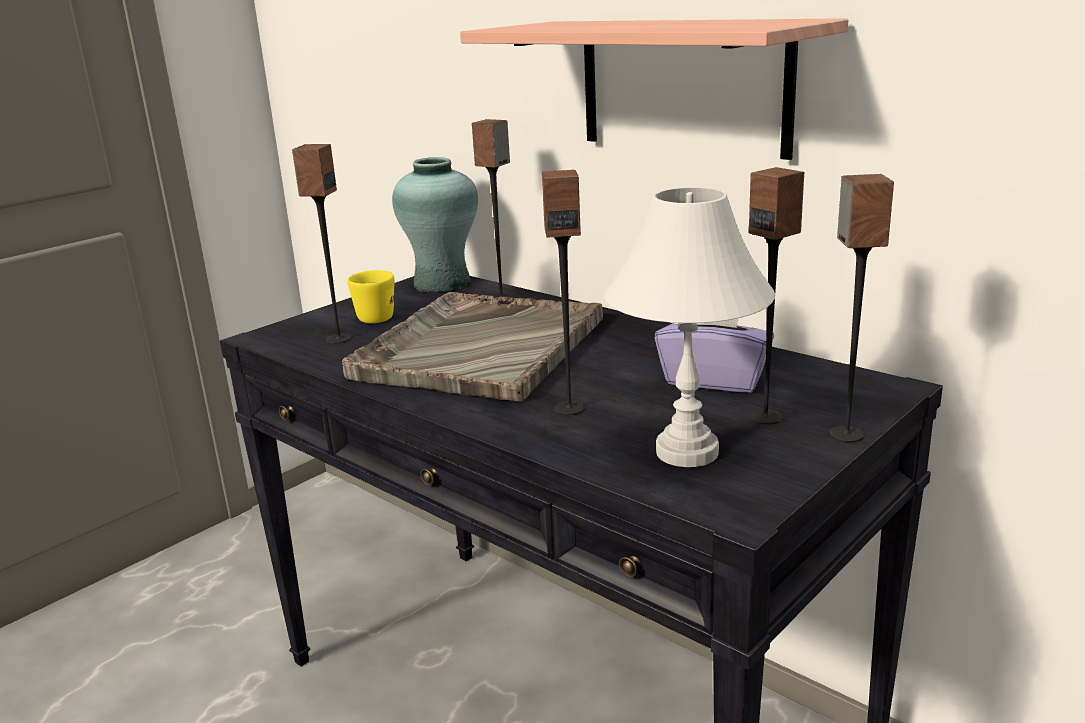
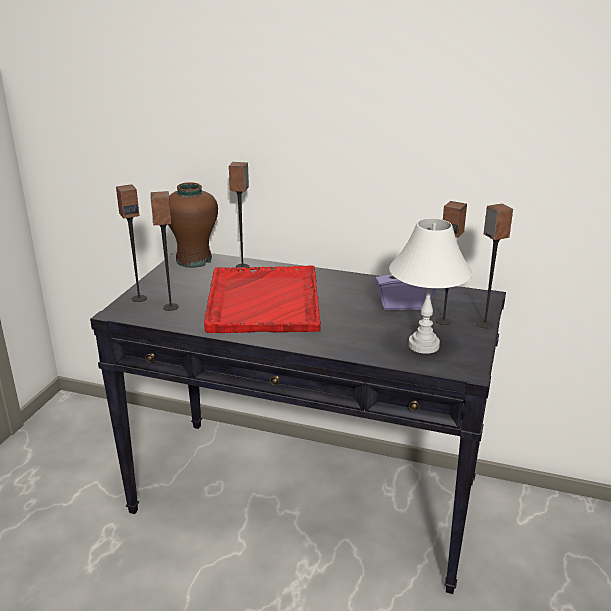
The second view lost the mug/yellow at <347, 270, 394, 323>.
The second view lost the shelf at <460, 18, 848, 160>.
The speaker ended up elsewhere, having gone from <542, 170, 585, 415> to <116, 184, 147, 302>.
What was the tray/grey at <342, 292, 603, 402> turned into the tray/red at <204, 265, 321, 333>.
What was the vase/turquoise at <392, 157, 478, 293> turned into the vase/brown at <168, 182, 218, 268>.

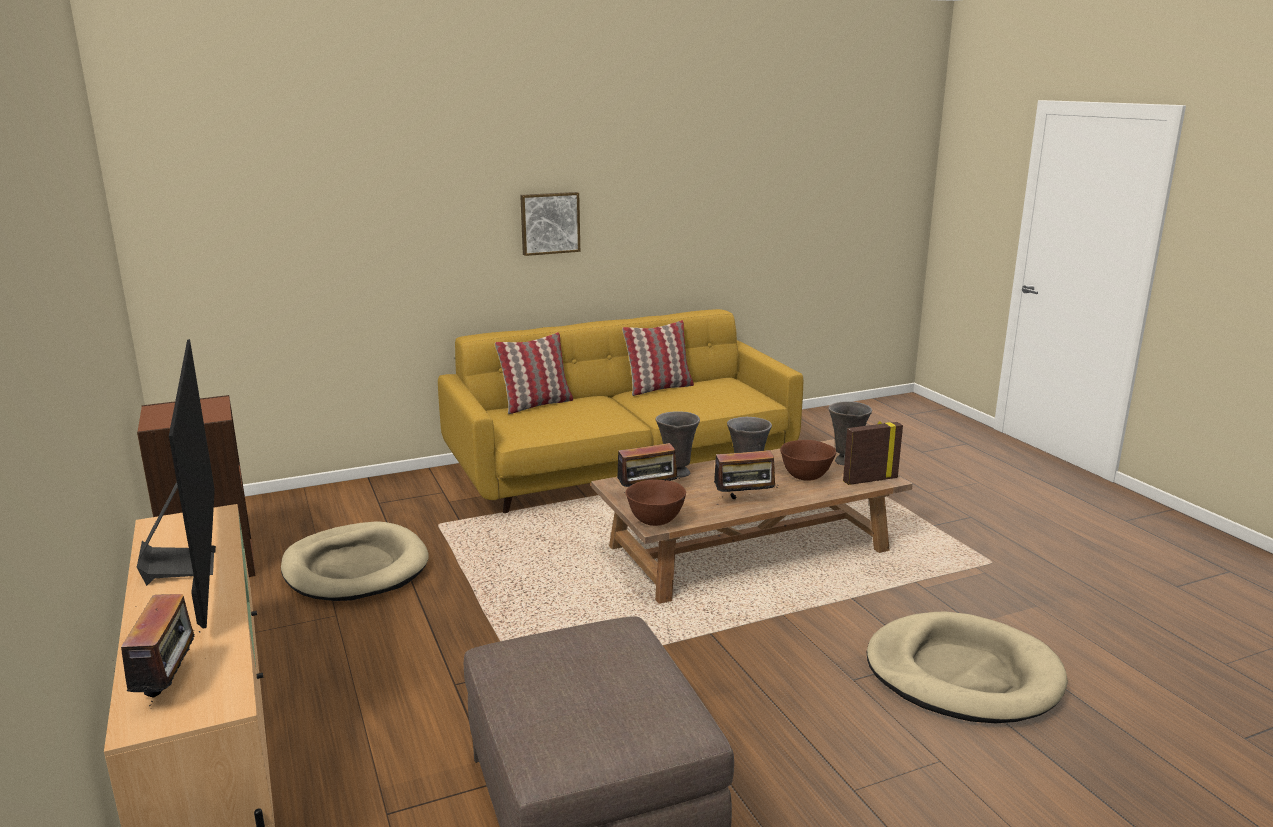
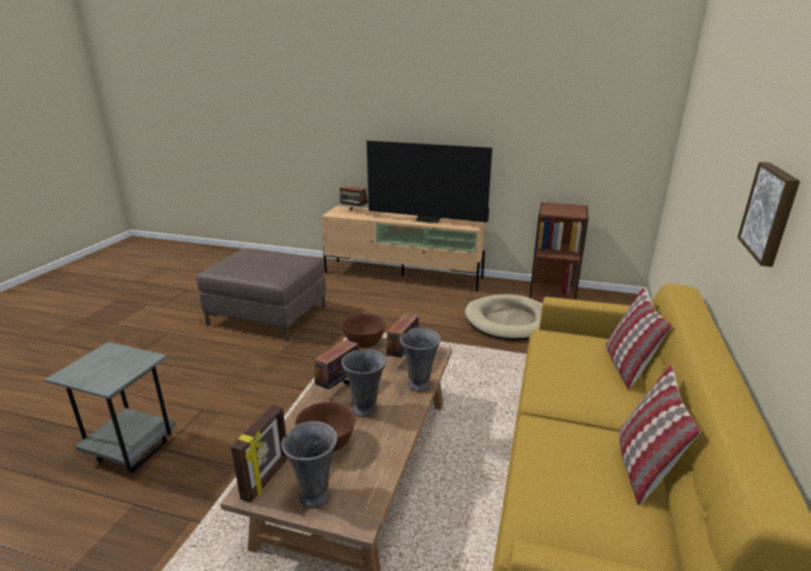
Where the dog bed/beige stood at <867, 612, 1068, 723>, the side table/grey came to stand at <45, 342, 176, 473>.

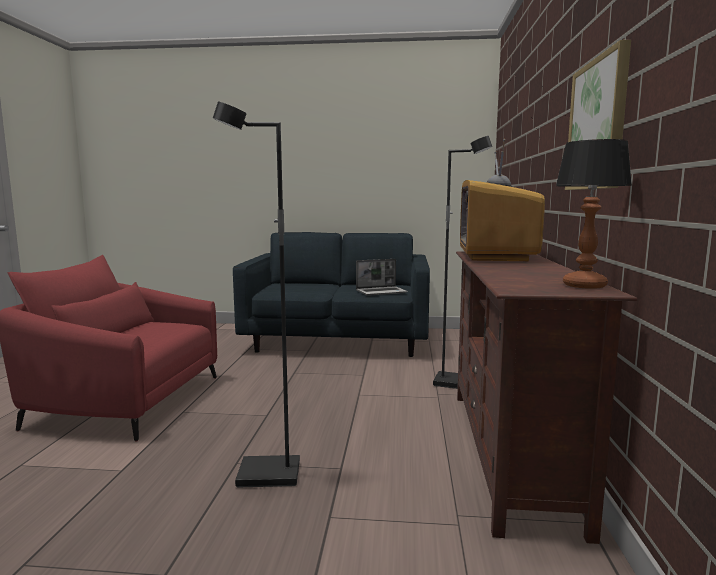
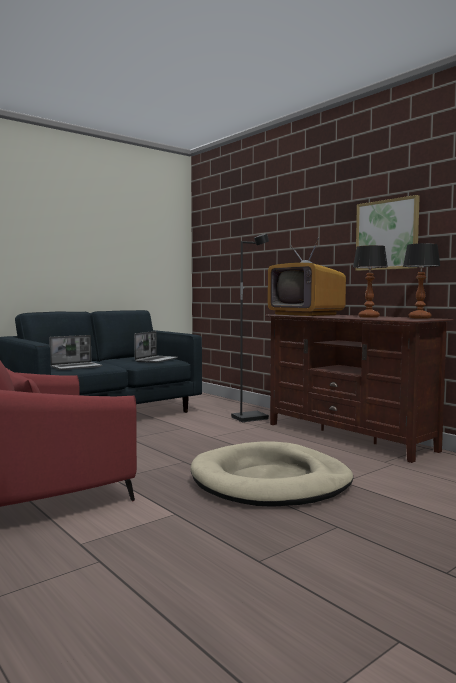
The second view gained the laptop at <49, 335, 103, 370>.
The second view gained the table lamp at <353, 245, 388, 318>.
Where the floor lamp/black stood at <213, 101, 300, 488>, the dog bed/beige came to stand at <190, 441, 353, 507>.

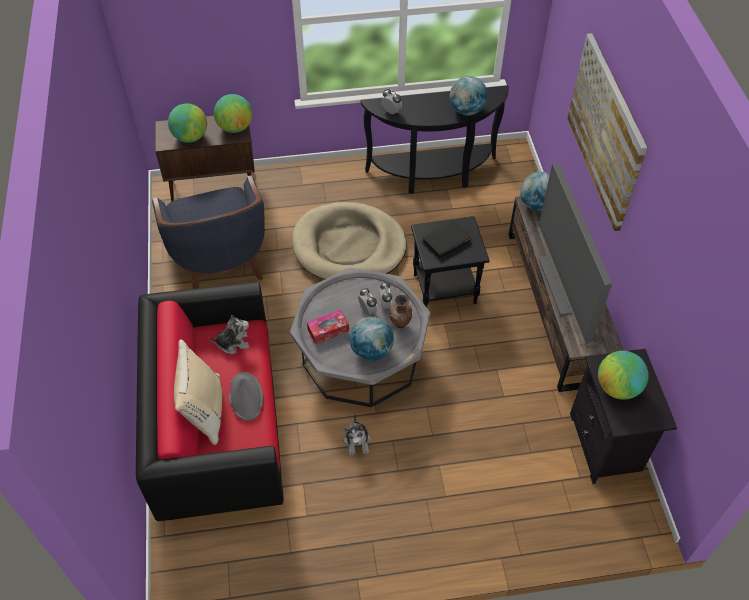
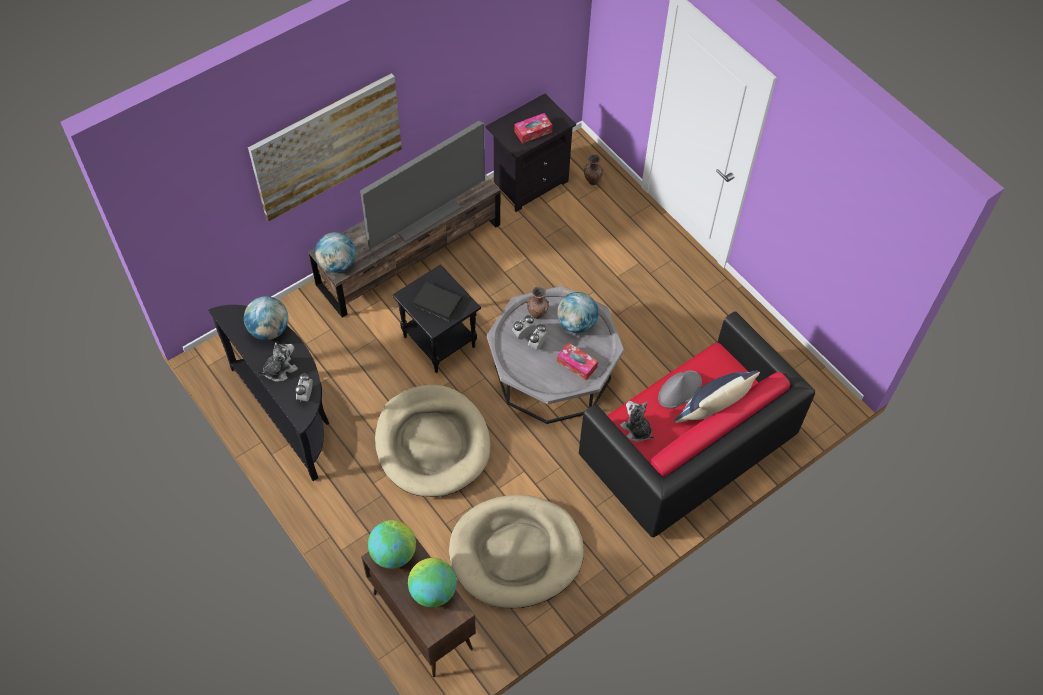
The second view gained the vase/brown at <584, 154, 603, 185>.
The plush toy ended up elsewhere, having gone from <343, 415, 371, 455> to <257, 343, 298, 382>.
Where the armchair/blue stood at <152, 175, 265, 289>, the dog bed/beige came to stand at <449, 495, 584, 608>.
Where the globe stood at <598, 351, 649, 400>, the tissue box came to stand at <515, 113, 552, 144>.
What was the pillow/beige at <174, 339, 222, 445> turned into the pillow/blue at <675, 371, 760, 423>.

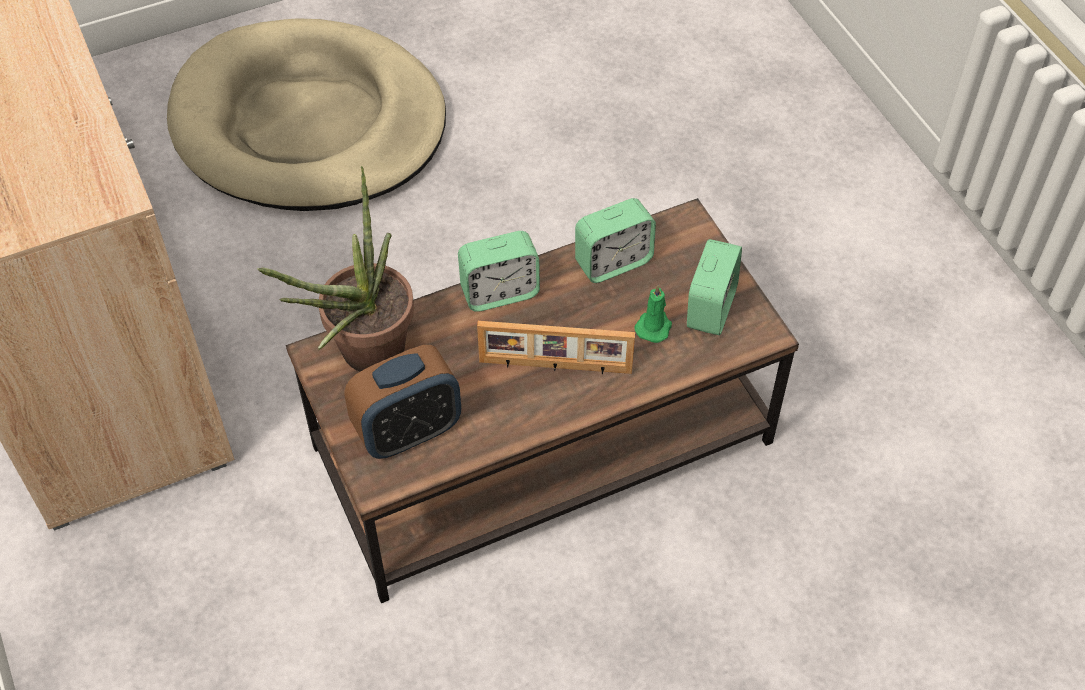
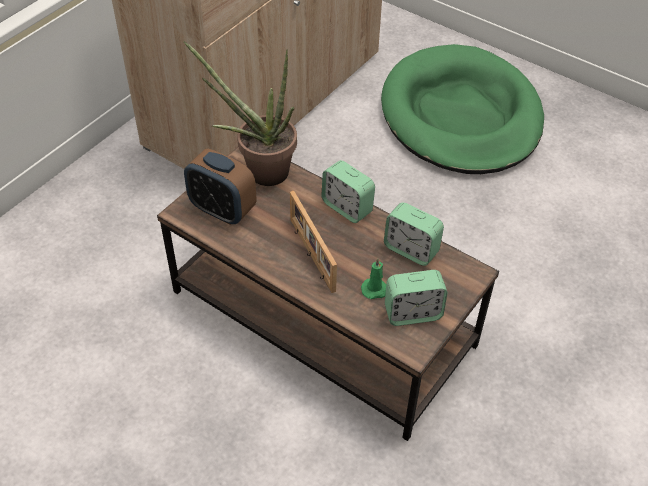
What was the dog bed/beige at <167, 18, 446, 211> turned into the dog bed/green at <381, 44, 544, 174>.

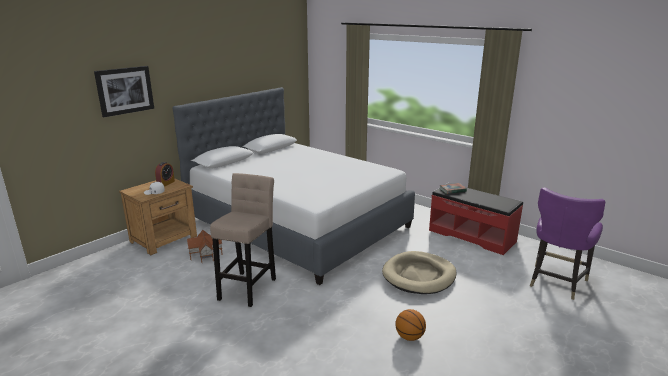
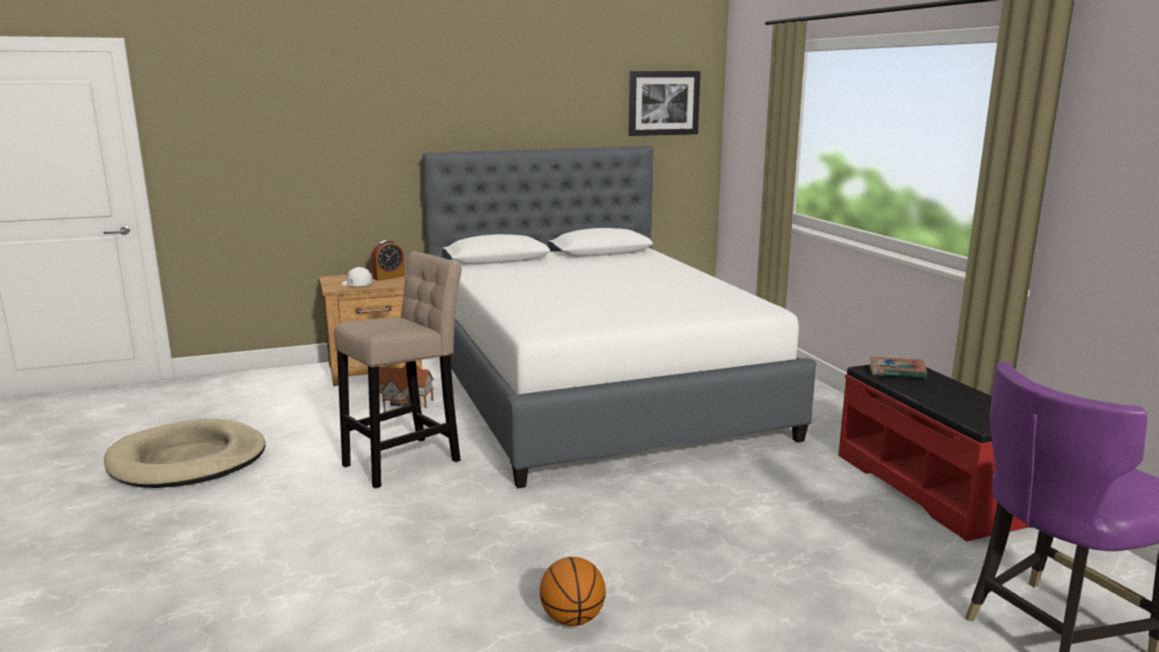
The picture ended up elsewhere, having gone from <94, 66, 154, 117> to <628, 71, 701, 136>.
The dog bed/beige ended up elsewhere, having gone from <382, 251, 457, 294> to <104, 419, 265, 488>.

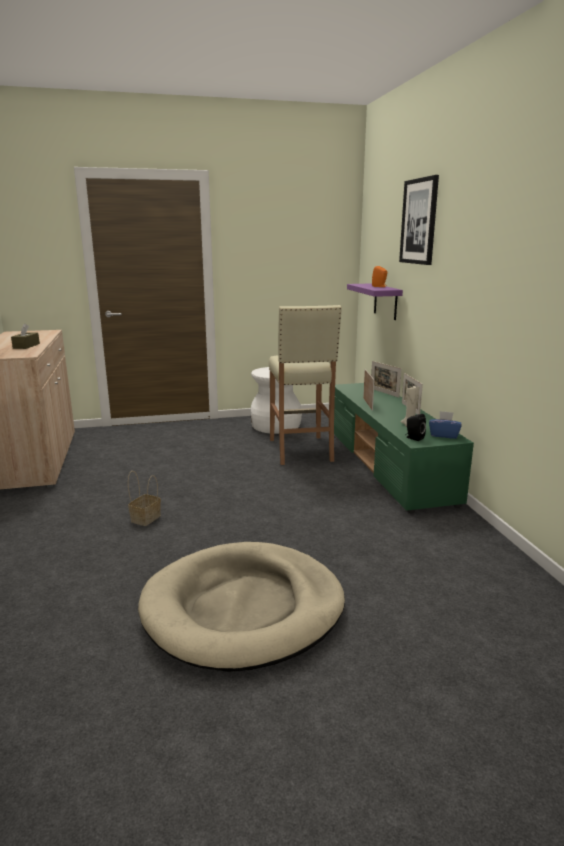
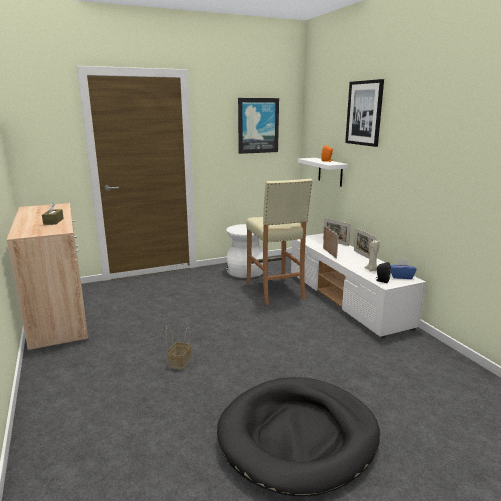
The second view gained the picture at <238, 98, 279, 154>.
What was the dog bed/beige at <138, 542, 345, 672> turned into the dog bed/black at <217, 377, 380, 496>.
What was the tv stand/green at <334, 383, 474, 513> turned into the tv stand/white at <291, 234, 426, 338>.
What was the shelf/purple at <347, 283, 403, 320> turned into the shelf/white at <298, 158, 348, 187>.

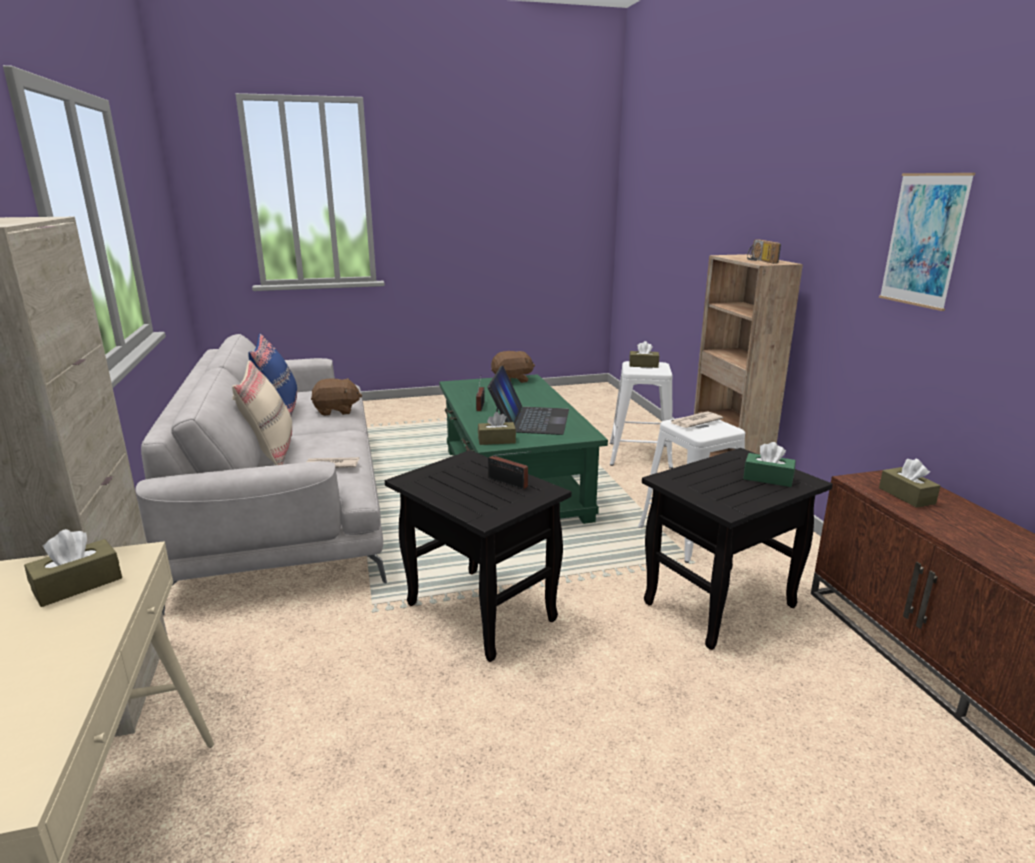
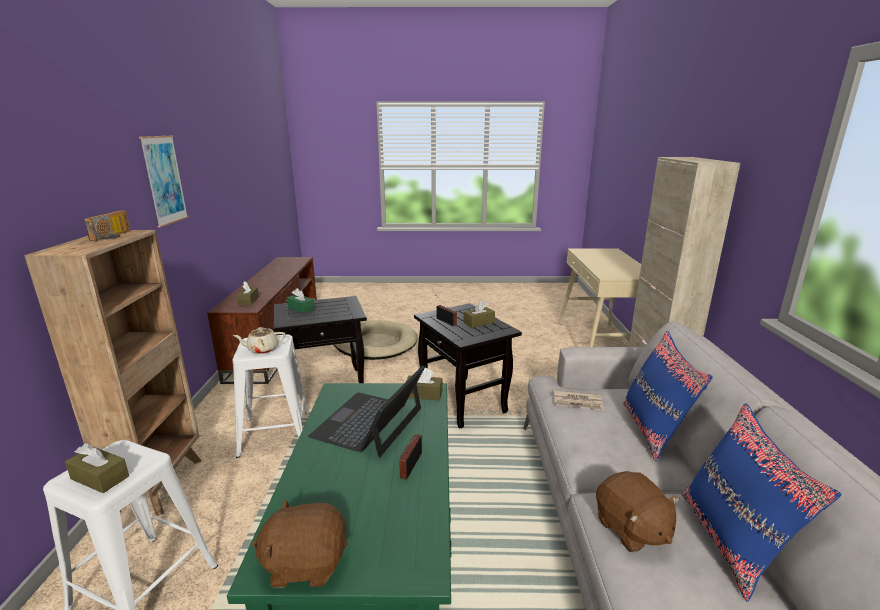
The second view gained the dog bed/beige at <334, 320, 417, 360>.
The tissue box/brown ended up elsewhere, having gone from <24, 529, 122, 607> to <464, 301, 495, 328>.
Where the newspaper stood at <670, 411, 723, 428>, the teapot/beige came to stand at <233, 327, 286, 354>.
What was the pillow/beige at <232, 360, 292, 465> turned into the pillow/blue at <623, 331, 713, 461>.
The plush toy/brown at <311, 378, 362, 416> ended up facing another way, 120 degrees counterclockwise from before.

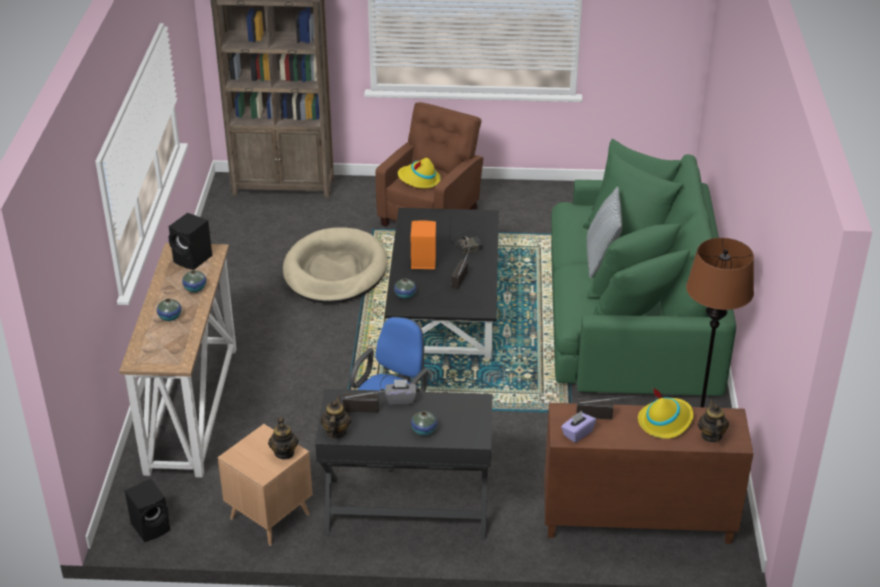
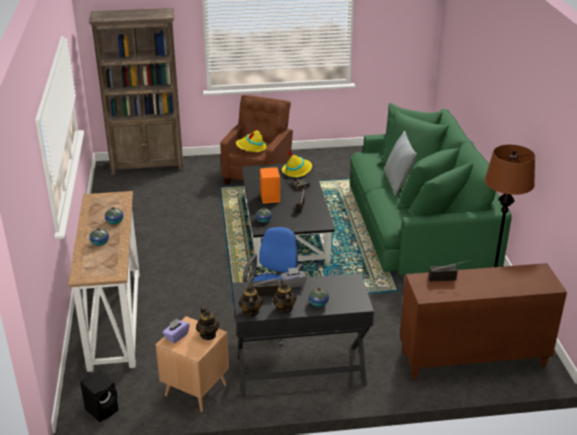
The second view lost the speaker/black at <168, 213, 212, 270>.
The second view lost the dog bed/beige at <283, 228, 387, 304>.
The tissue box/purple ended up elsewhere, having gone from <561, 411, 596, 443> to <162, 318, 190, 344>.
The hat/yellow ended up elsewhere, having gone from <638, 387, 694, 439> to <282, 150, 312, 177>.
The teapot ended up elsewhere, having gone from <698, 399, 729, 443> to <273, 280, 297, 314>.

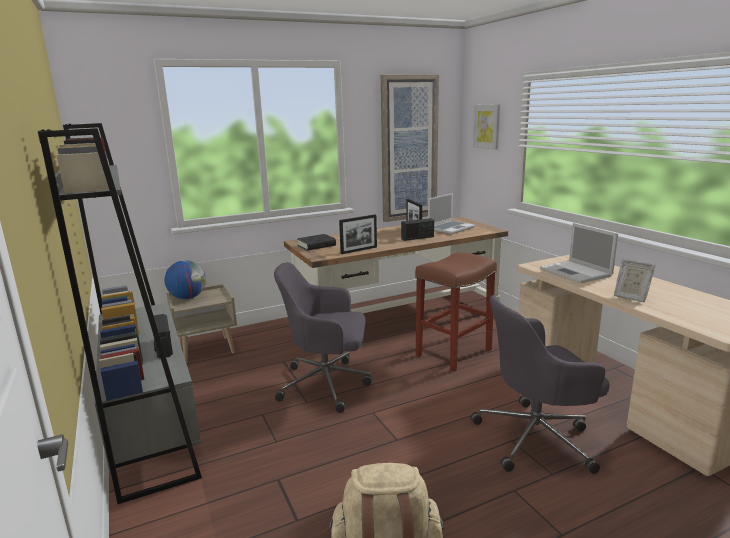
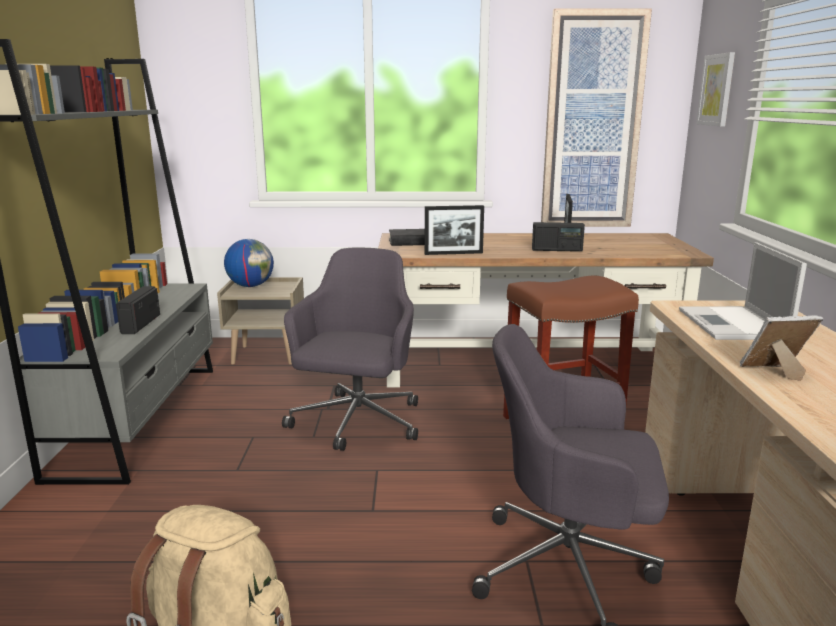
The second view lost the laptop at <428, 193, 475, 234>.
The office chair/grey at <274, 262, 372, 413> ended up facing another way, 75 degrees clockwise from before.
The picture frame at <614, 259, 655, 302> ended up facing another way, 105 degrees clockwise from before.

